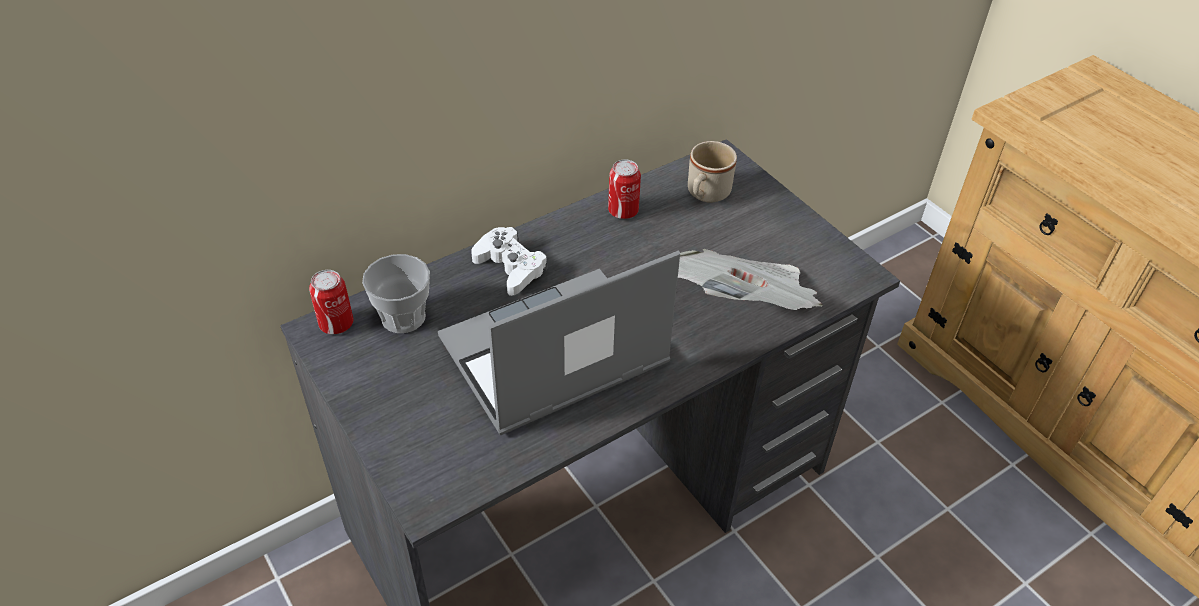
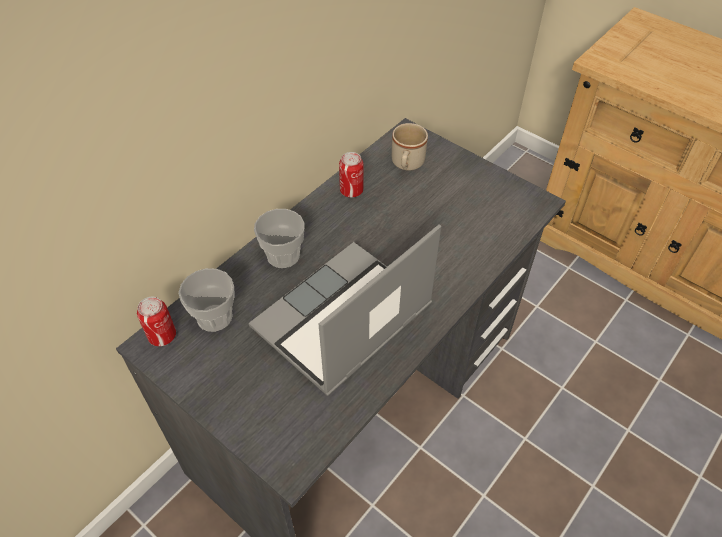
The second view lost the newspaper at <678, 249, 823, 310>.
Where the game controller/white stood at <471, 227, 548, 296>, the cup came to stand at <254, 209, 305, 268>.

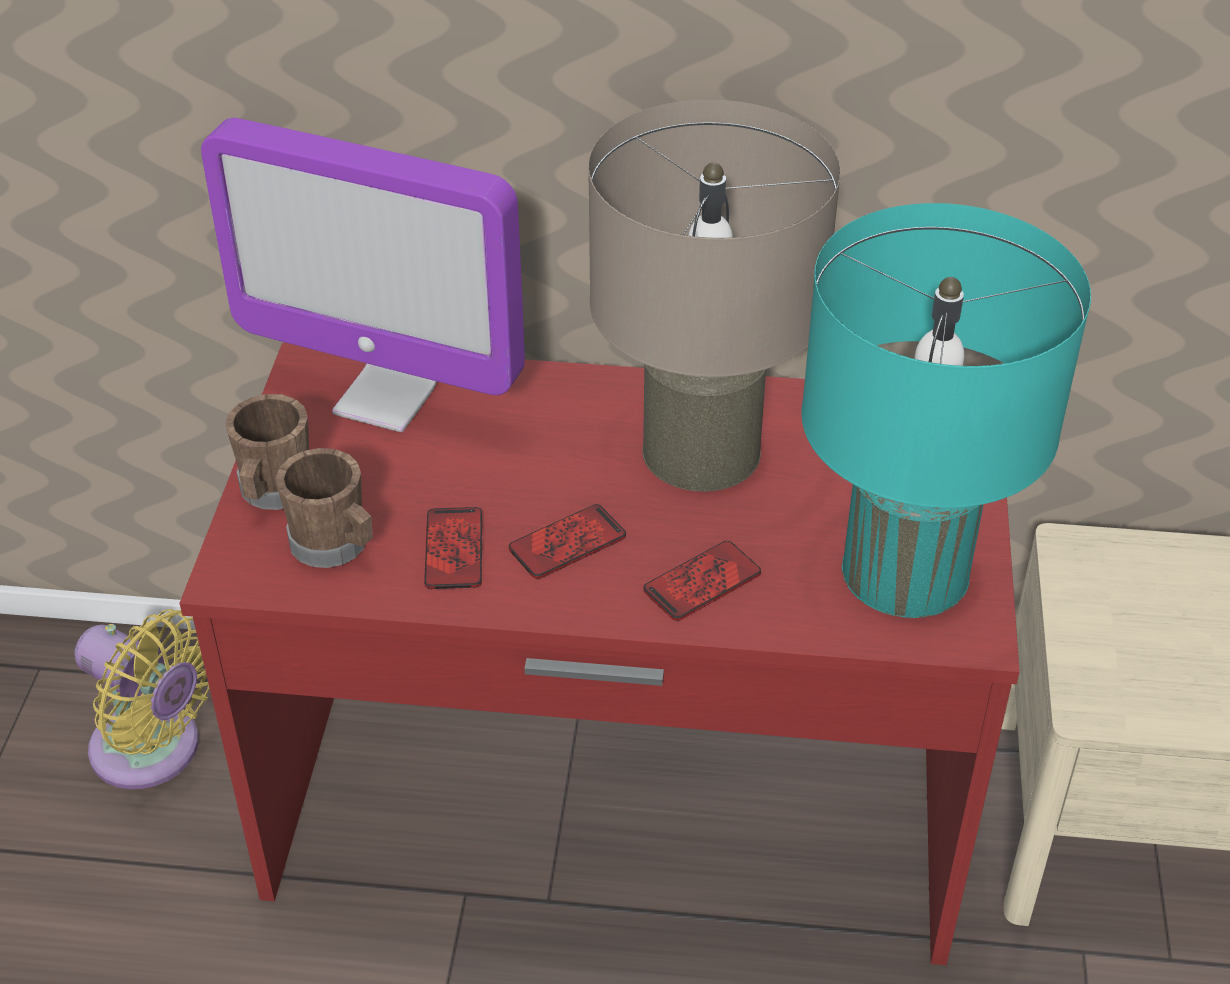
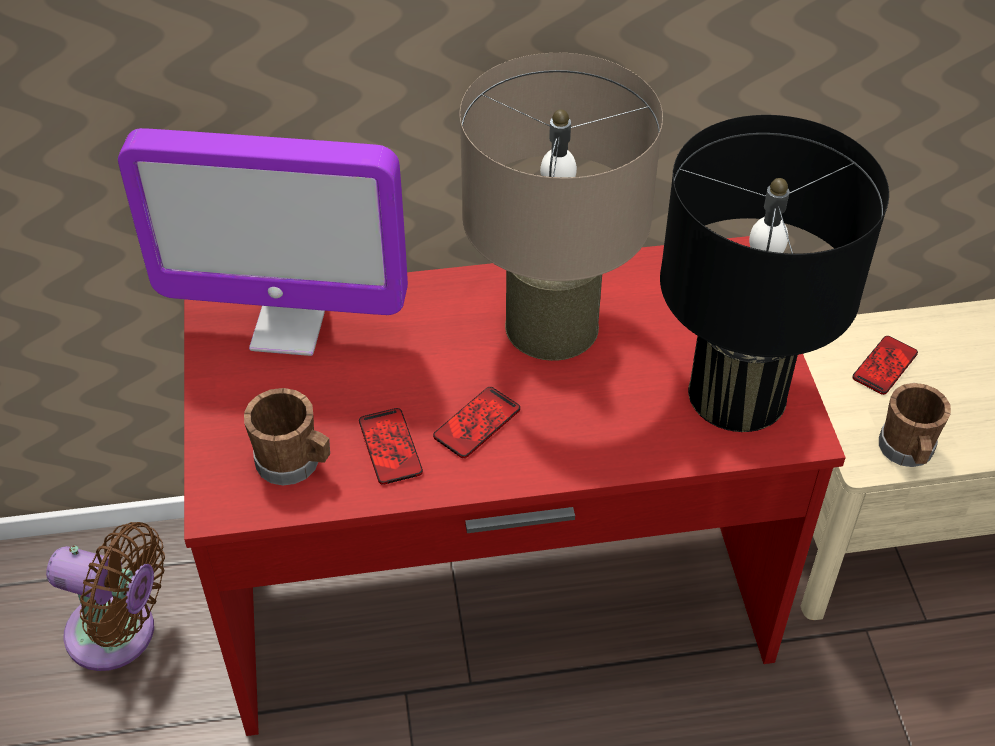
The mug/brown ended up elsewhere, having gone from <225, 394, 309, 510> to <879, 383, 951, 467>.
The phone ended up elsewhere, having gone from <643, 541, 761, 621> to <852, 336, 918, 395>.
What was the fan/yellow at <74, 609, 209, 789> turned into the fan/brown at <46, 522, 165, 671>.
What was the table lamp/turquoise at <801, 203, 1091, 618> turned into the table lamp/black at <660, 115, 889, 432>.

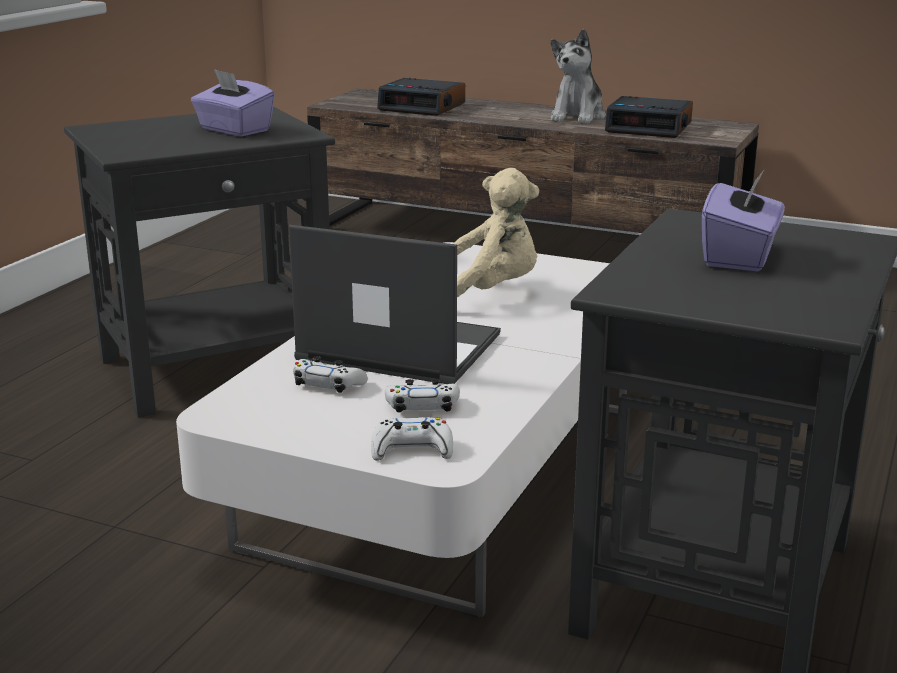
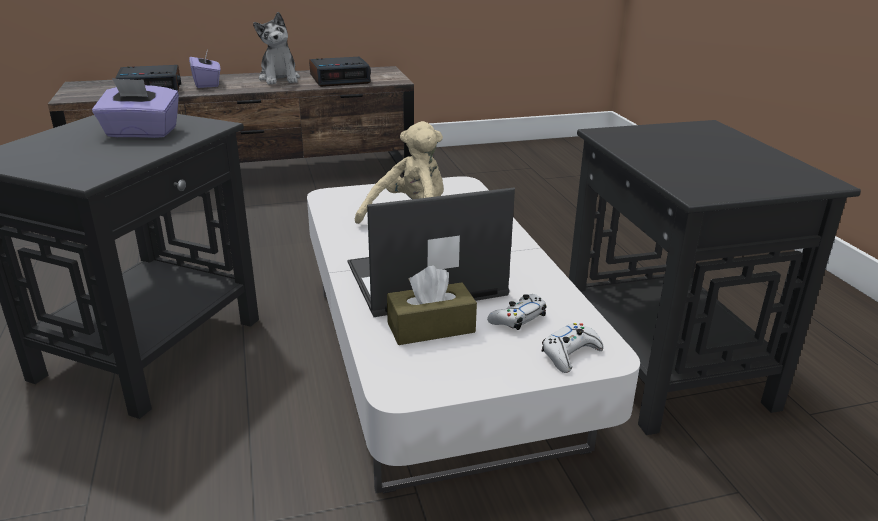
The tissue box/purple ended up elsewhere, having gone from <702, 169, 785, 272> to <189, 52, 221, 88>.
Where the game controller/white stood at <293, 356, 368, 393>, the tissue box/brown came to stand at <387, 265, 477, 345>.

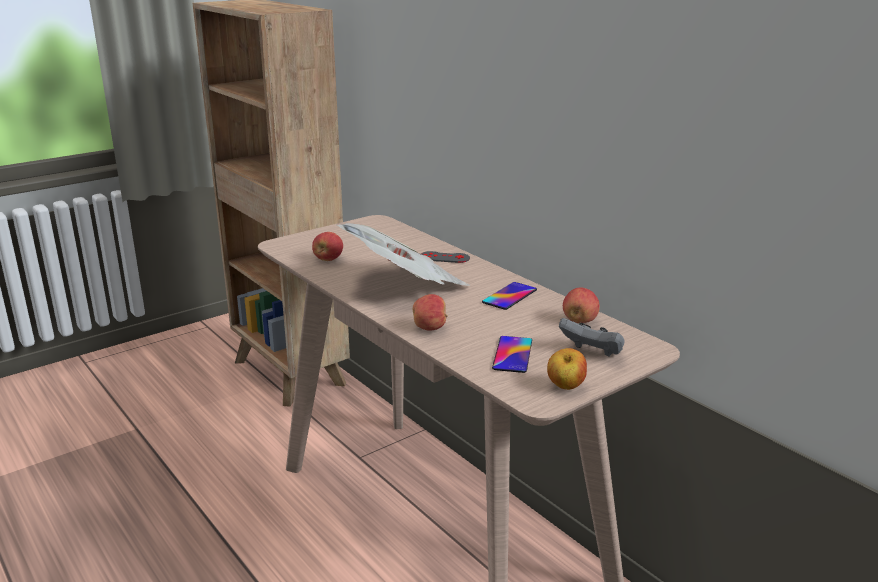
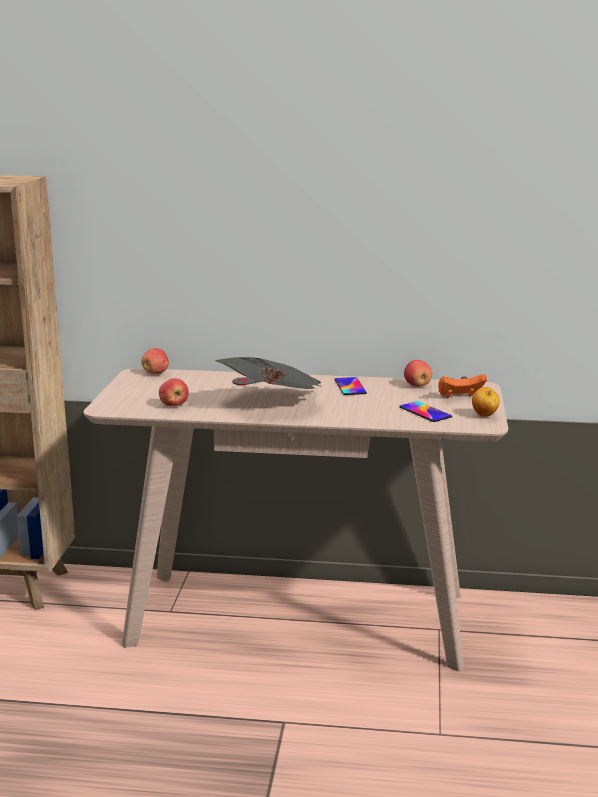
The apple ended up elsewhere, having gone from <413, 294, 448, 331> to <141, 348, 169, 374>.
What was the game controller/grey at <559, 318, 624, 356> turned into the game controller/orange at <438, 374, 487, 398>.

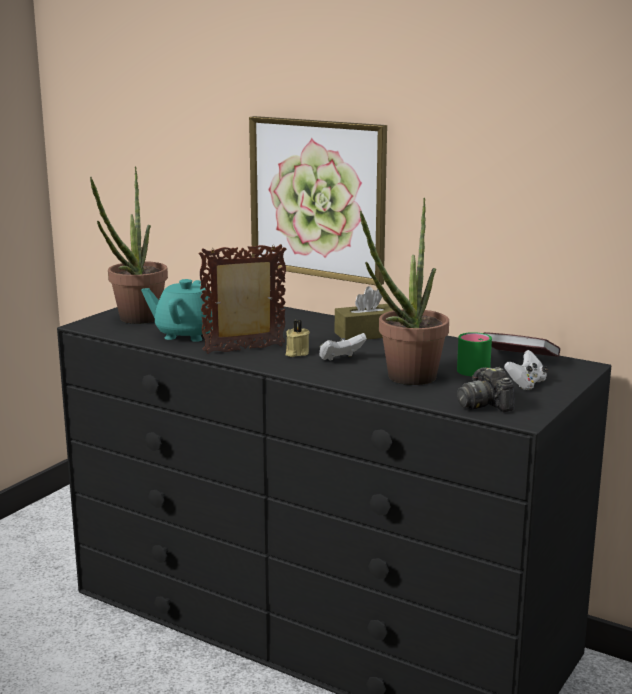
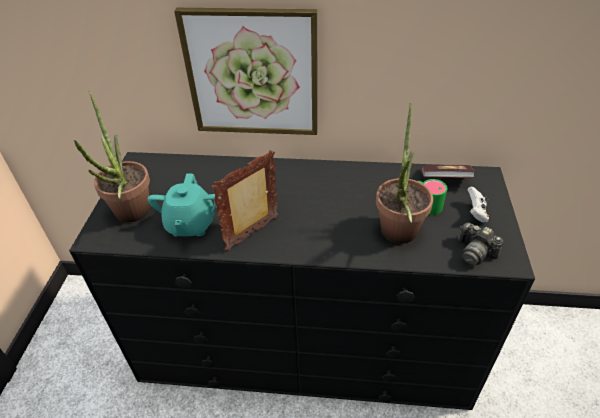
The second view lost the candle/beige at <286, 320, 310, 357>.
The second view lost the game controller/white at <319, 333, 367, 361>.
The second view lost the tissue box/brown at <335, 286, 393, 340>.
The teapot/turquoise at <141, 279, 212, 342> ended up facing another way, 75 degrees counterclockwise from before.

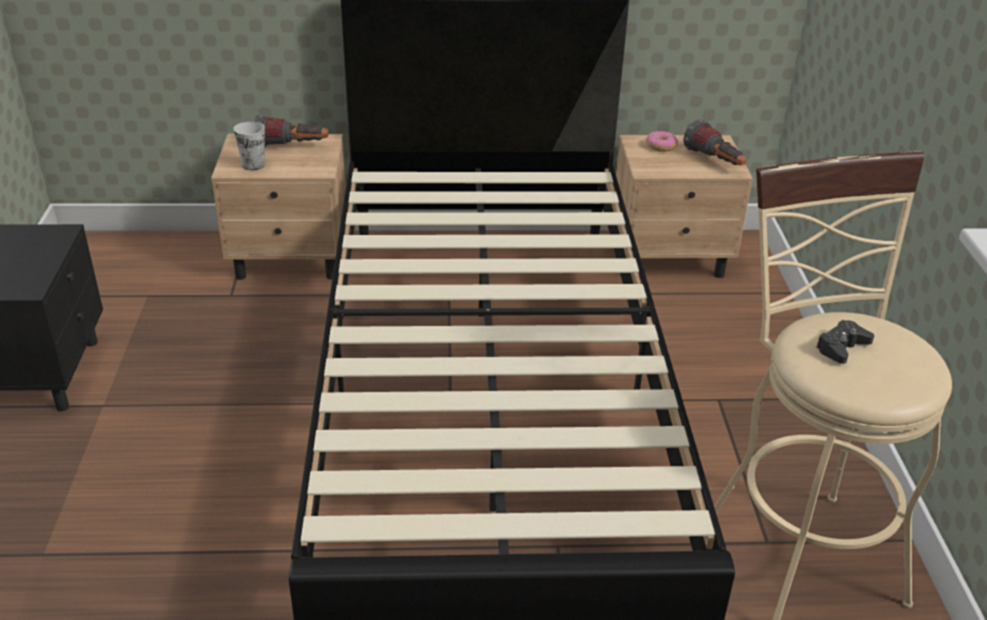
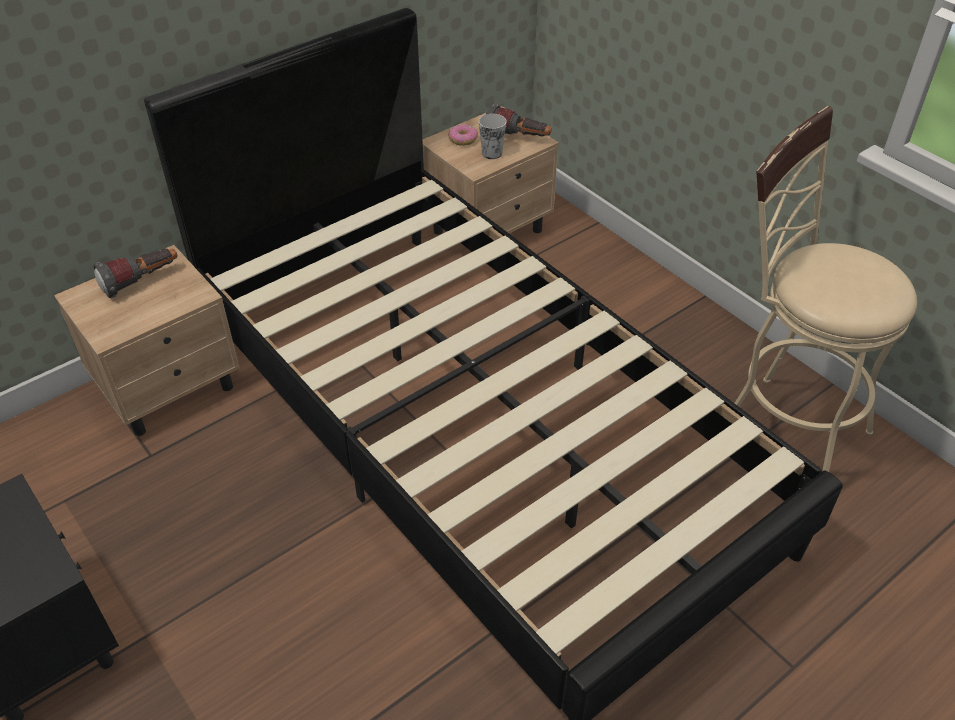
The second view lost the game controller/black at <816, 320, 874, 364>.
The cup ended up elsewhere, having gone from <234, 121, 265, 170> to <479, 114, 507, 159>.

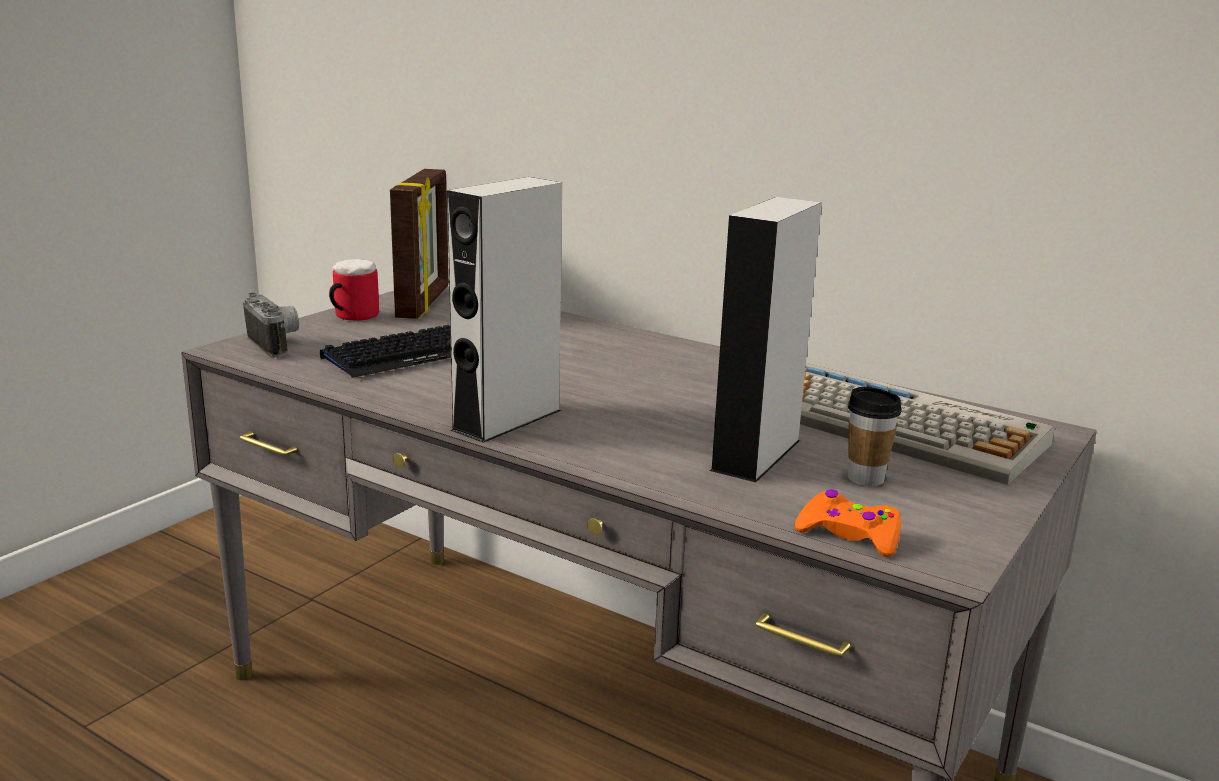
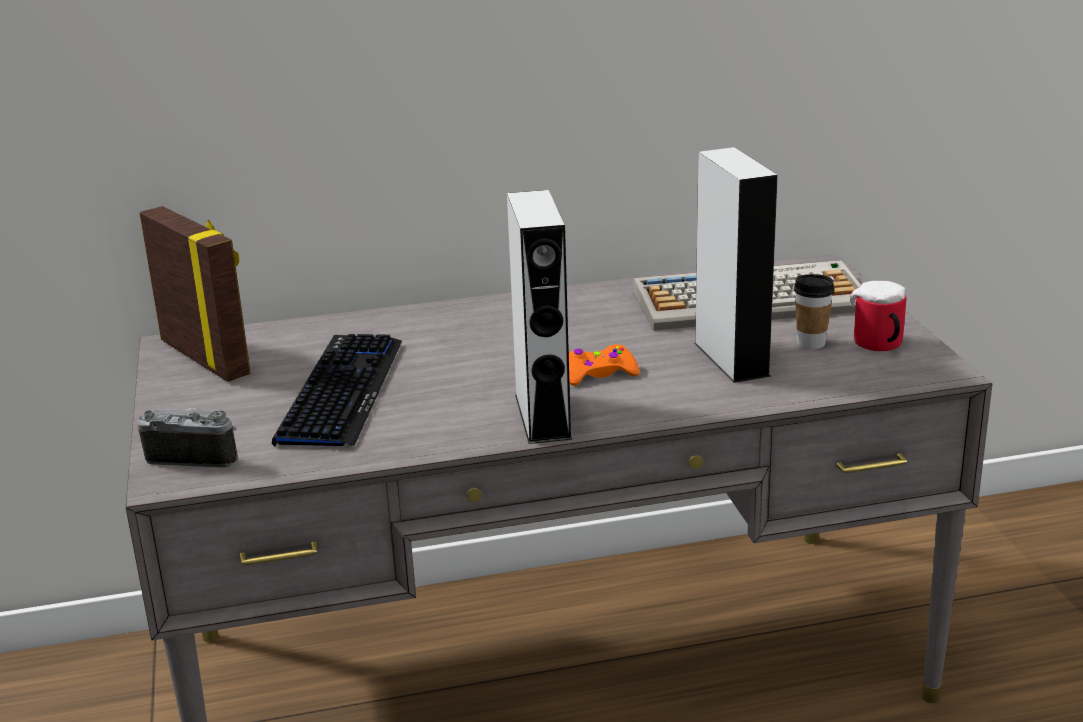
The mug ended up elsewhere, having gone from <329, 259, 379, 321> to <850, 281, 906, 351>.
The game controller/orange ended up elsewhere, having gone from <795, 489, 901, 557> to <569, 344, 639, 386>.

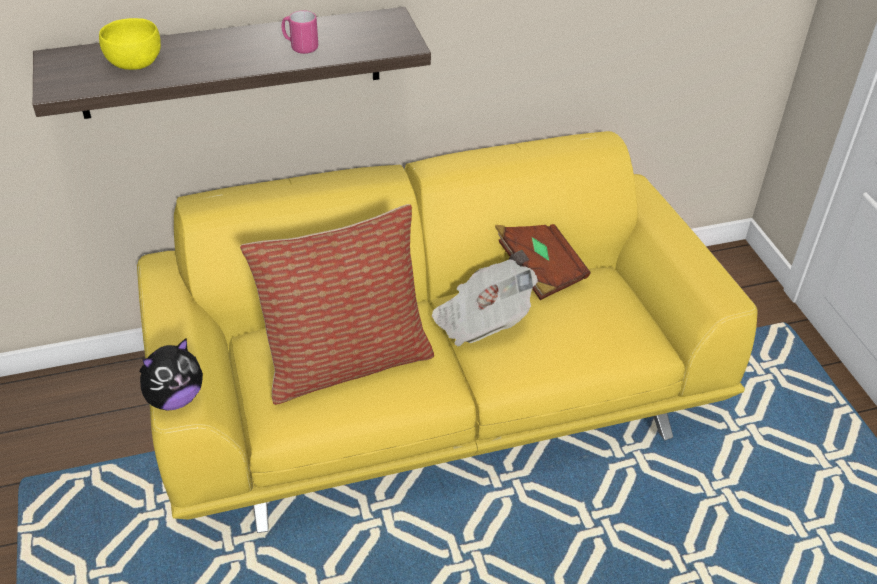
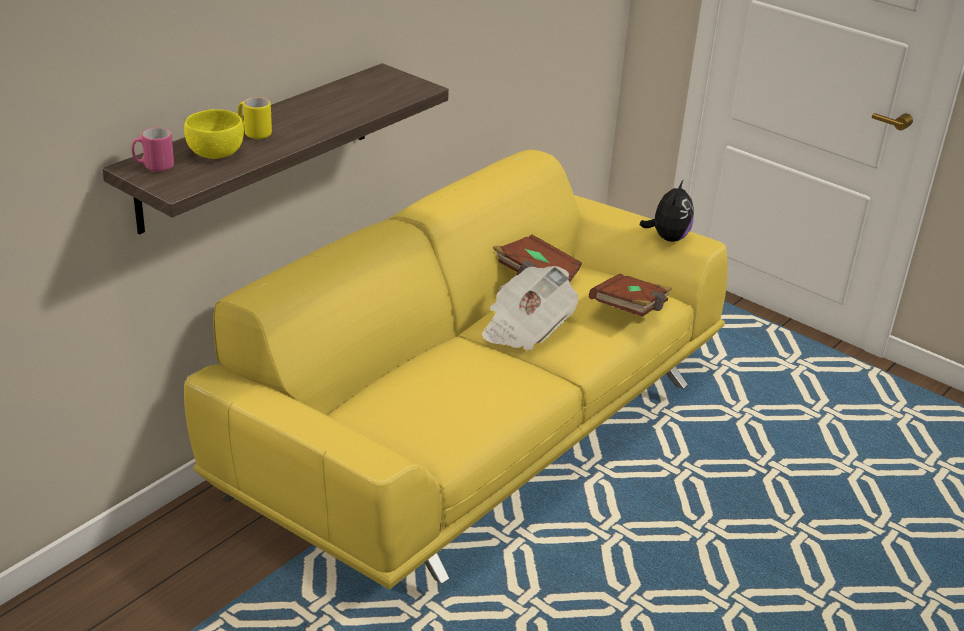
The second view lost the pillow at <240, 204, 434, 405>.
The second view gained the mug/yellow at <238, 97, 272, 139>.
The second view gained the book/brown at <589, 274, 672, 317>.
The plush toy ended up elsewhere, having gone from <140, 338, 203, 411> to <640, 179, 694, 242>.
The mug/pink ended up elsewhere, having gone from <281, 10, 318, 54> to <131, 128, 174, 172>.

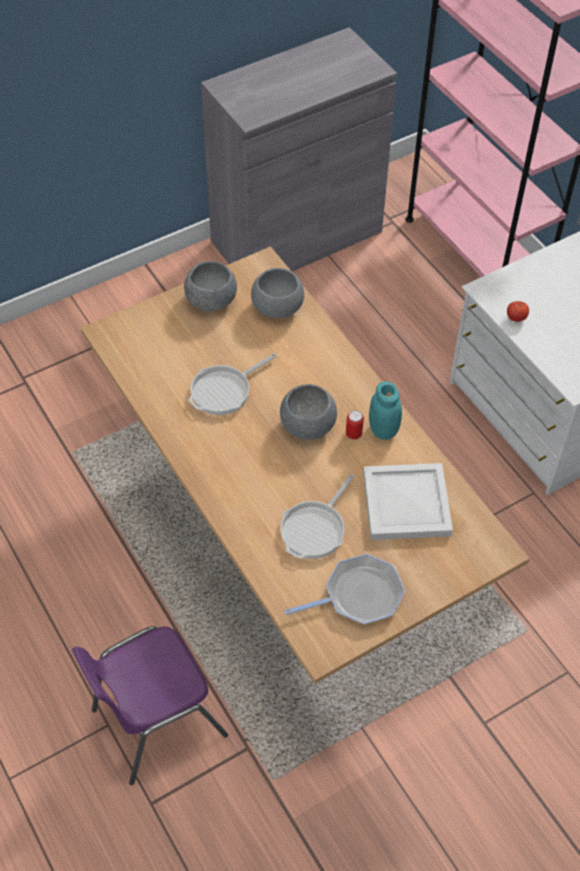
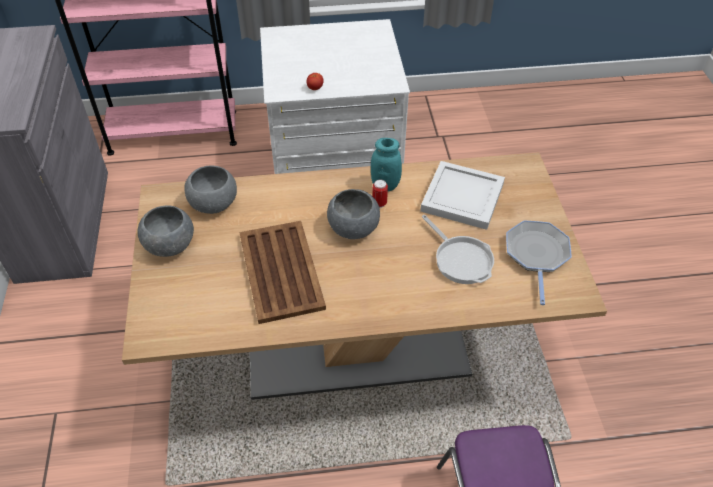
Where the frying pan stood at <189, 353, 277, 415>, the tray/brown came to stand at <239, 221, 326, 324>.

